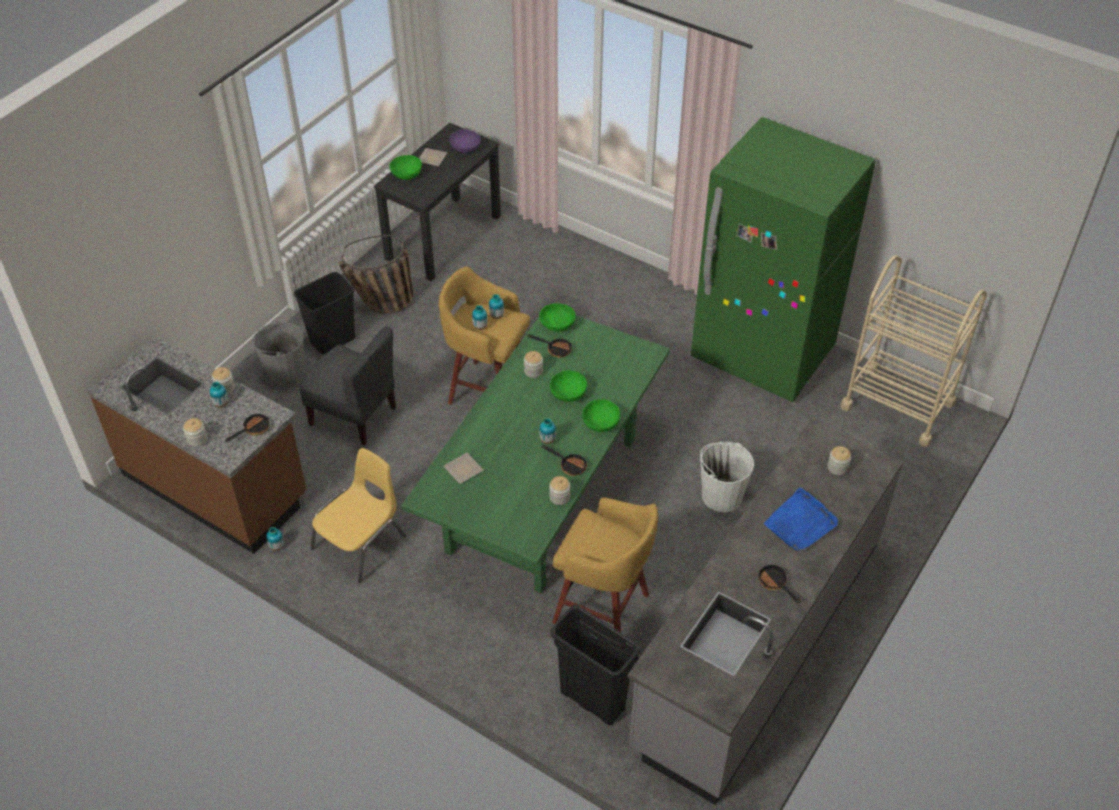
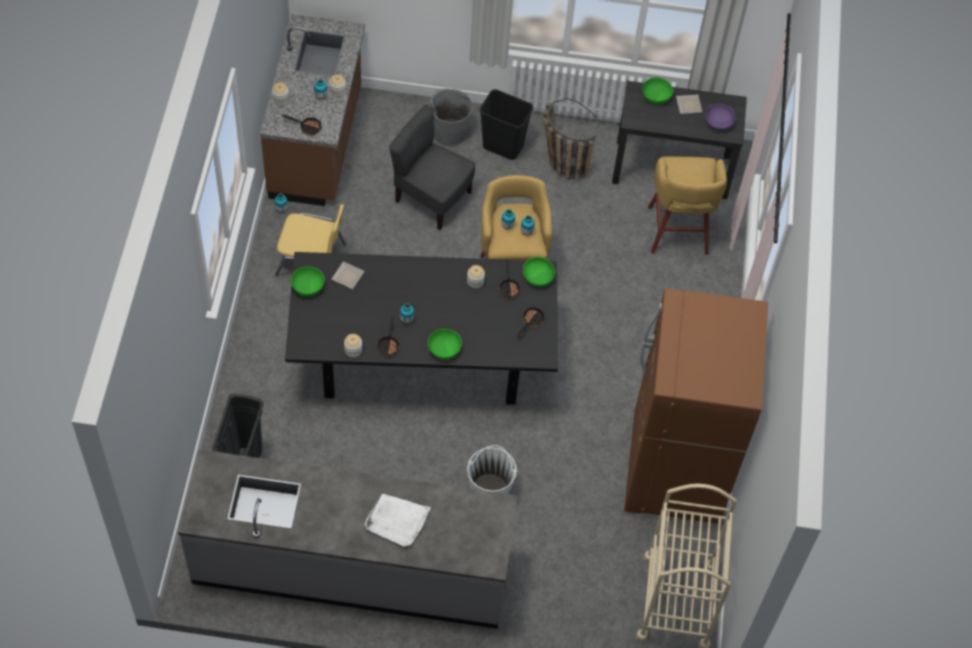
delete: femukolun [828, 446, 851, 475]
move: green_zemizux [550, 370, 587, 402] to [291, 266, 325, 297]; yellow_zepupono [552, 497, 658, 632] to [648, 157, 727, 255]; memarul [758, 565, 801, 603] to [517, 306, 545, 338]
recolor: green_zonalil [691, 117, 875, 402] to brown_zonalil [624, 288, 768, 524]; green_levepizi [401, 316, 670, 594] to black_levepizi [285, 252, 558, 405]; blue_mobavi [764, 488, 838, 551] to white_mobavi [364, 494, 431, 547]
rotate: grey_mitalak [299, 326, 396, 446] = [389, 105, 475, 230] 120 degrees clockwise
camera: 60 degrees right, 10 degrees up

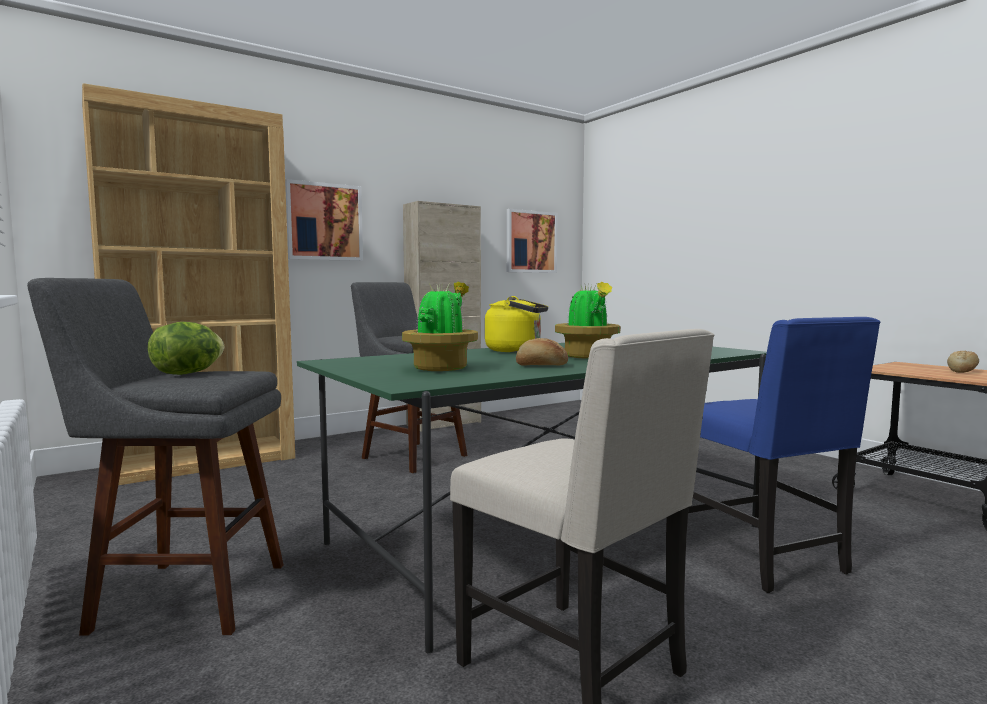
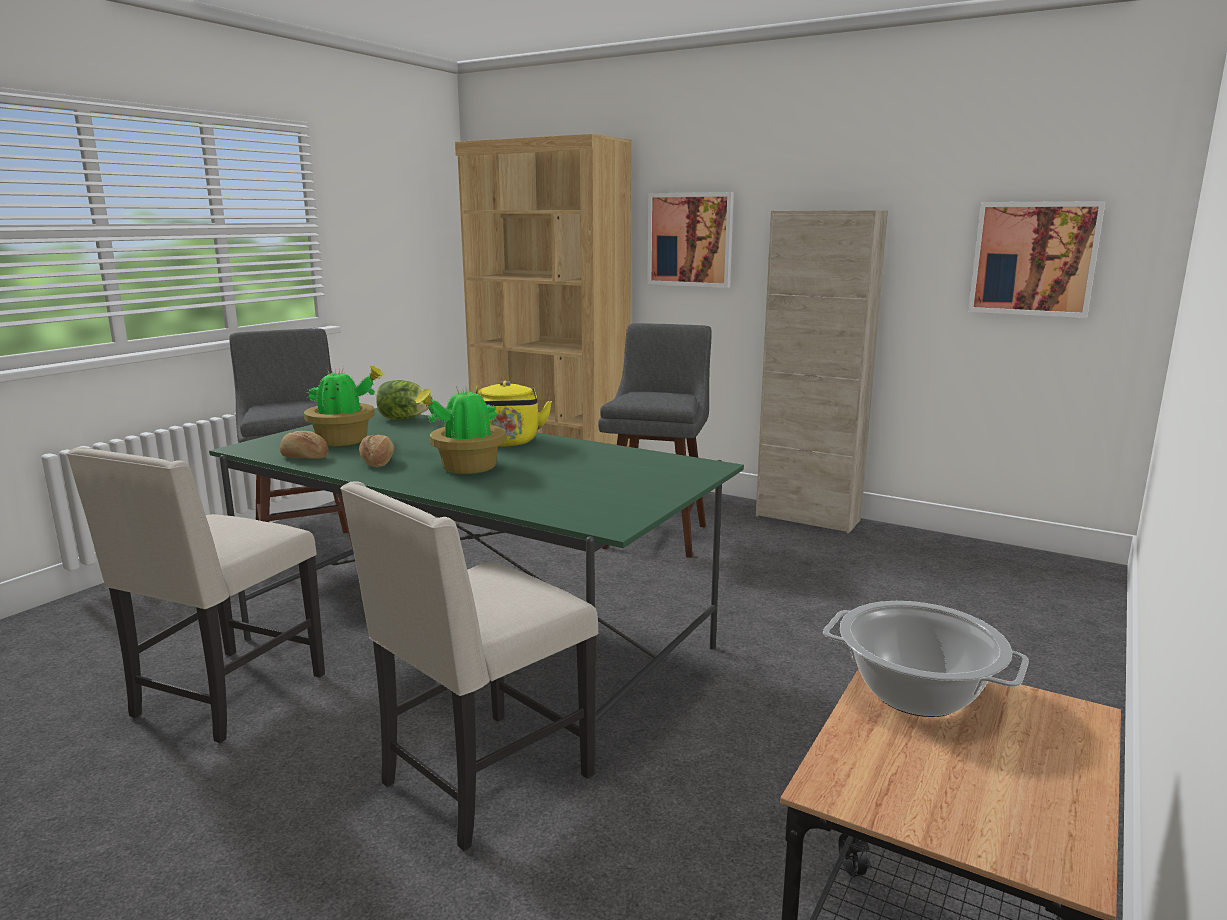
insert: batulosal [823, 601, 1029, 717]
move: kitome [148, 322, 224, 375] to [376, 380, 429, 420]; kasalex [947, 351, 979, 373] to [280, 431, 328, 459]
recolor: blue_mitalak [688, 317, 881, 593] to beige_mitalak [340, 481, 598, 851]
camera: 65 degrees right, 10 degrees up

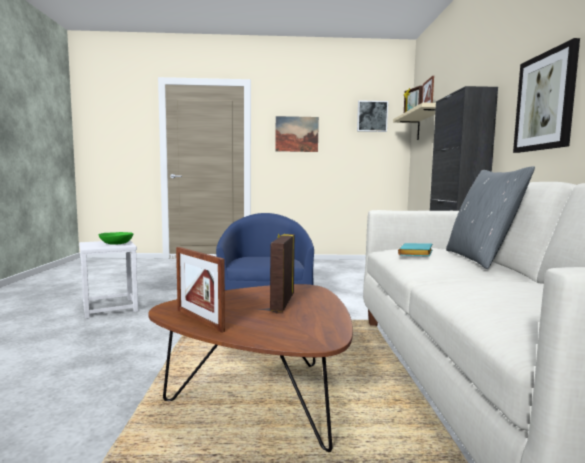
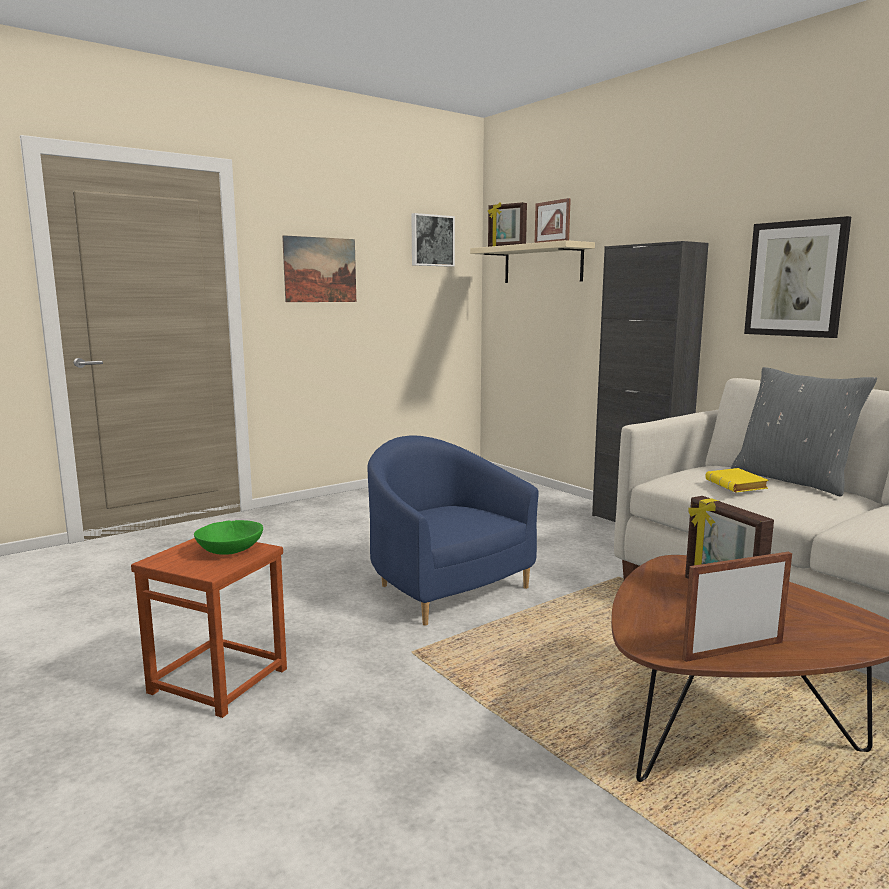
recolor: white_zepupono [79, 240, 138, 319] to brown_zepupono [131, 538, 287, 718]; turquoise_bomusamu [398, 243, 432, 256] to yellow_bomusamu [706, 468, 769, 492]
rotate: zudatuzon [176, 247, 225, 333] = [682, 552, 792, 662] 150 degrees clockwise
camera: 35 degrees left, 5 degrees up

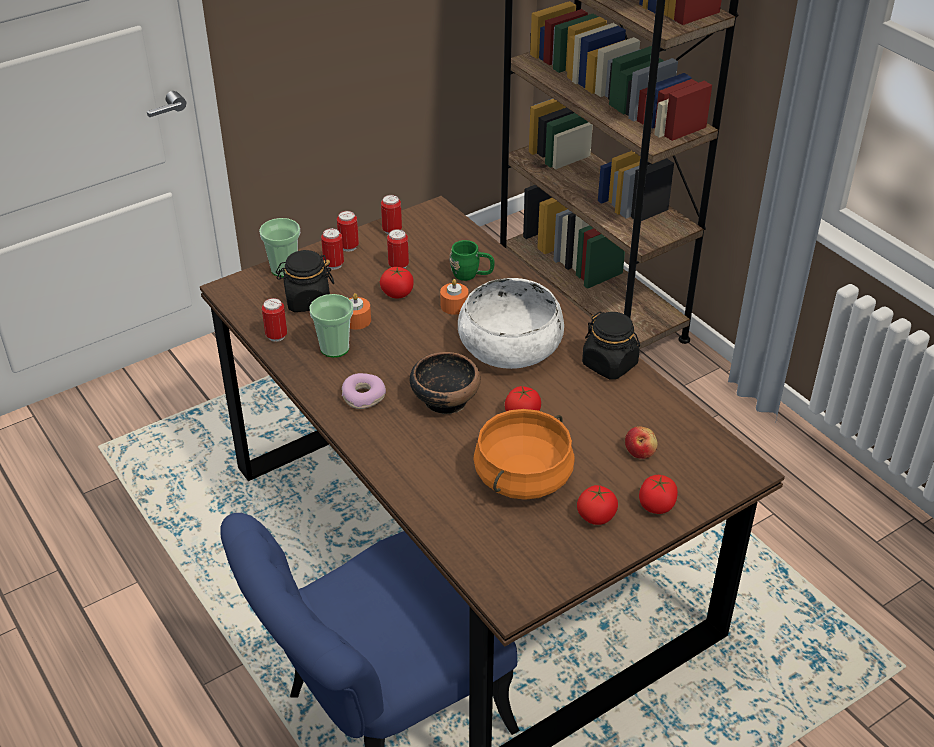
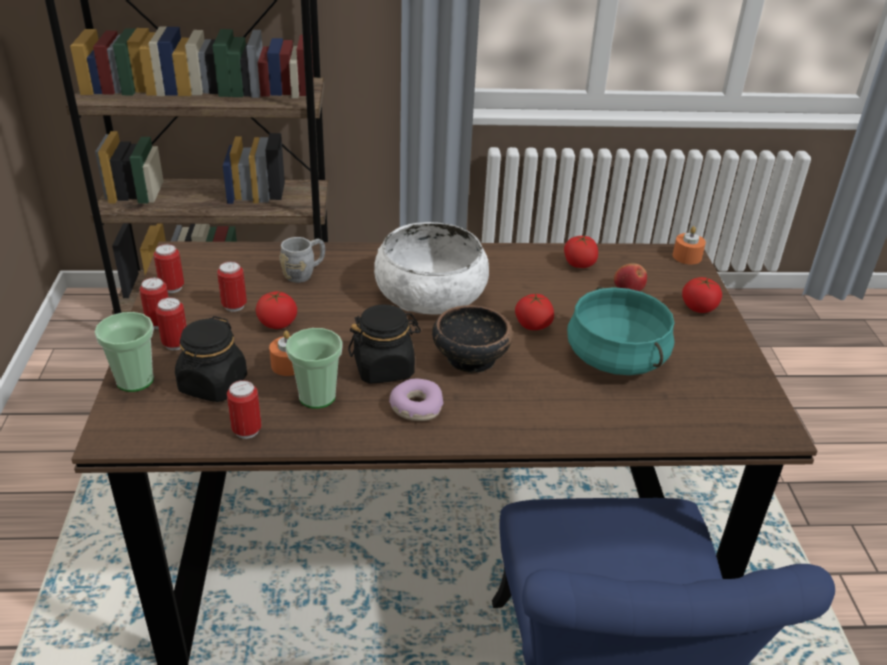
move: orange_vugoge [440, 279, 468, 315] to [673, 226, 706, 265]; black_femukolun [582, 311, 640, 380] to [348, 304, 421, 384]; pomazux [577, 485, 618, 525] to [564, 235, 598, 268]
recolor: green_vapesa [449, 240, 495, 281] to grey_vapesa [279, 237, 325, 283]; orange_batulosal [473, 409, 575, 500] to turquoise_batulosal [567, 286, 674, 375]
camera: 60 degrees left, 5 degrees down

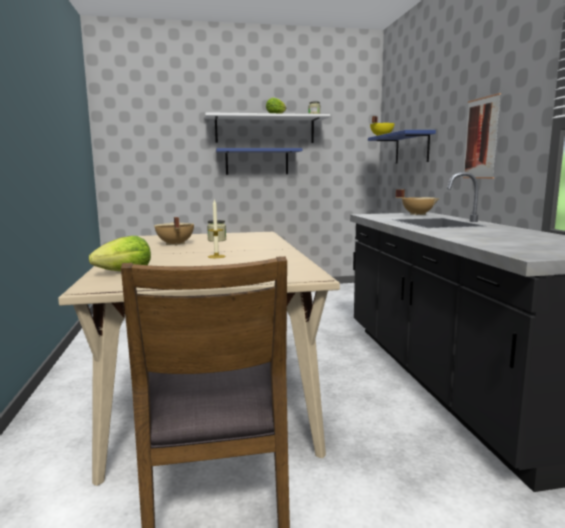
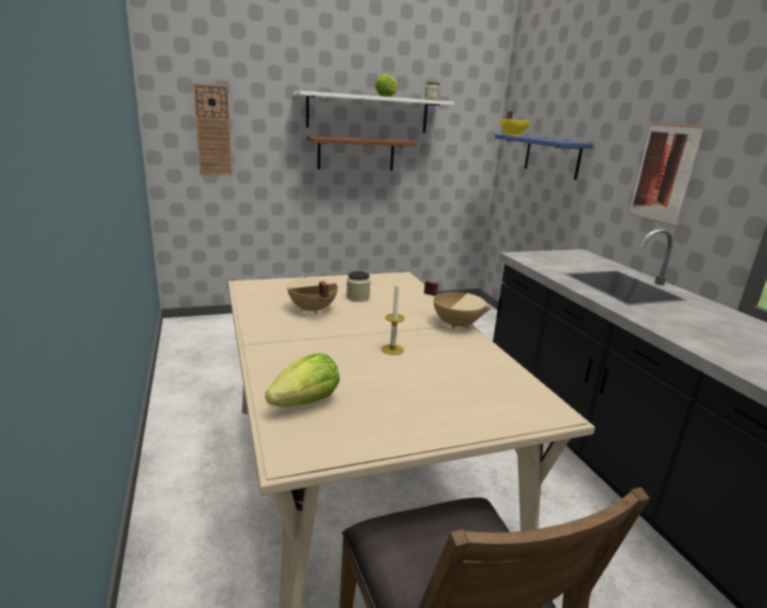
insert: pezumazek [193, 83, 233, 175]
move: beige_batulosal [396, 189, 440, 215] to [424, 280, 492, 329]
recolor: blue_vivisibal [216, 148, 302, 175] to brown_vivisibal [306, 136, 417, 171]
camera: 10 degrees left, 10 degrees up

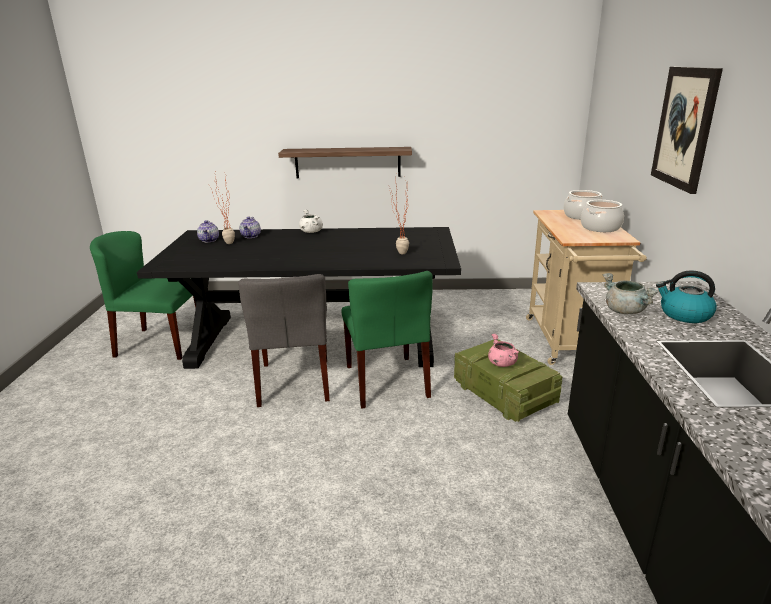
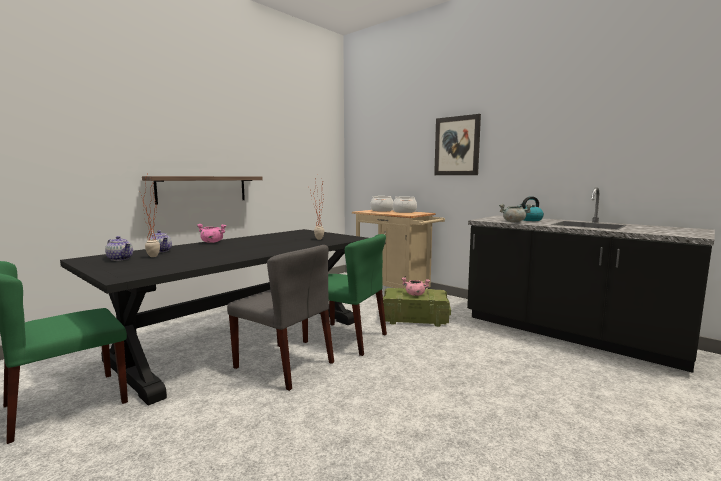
recolor: white_batulosal [299, 209, 323, 233] to pink_batulosal [197, 224, 227, 243]
camera: 50 degrees left, 15 degrees down

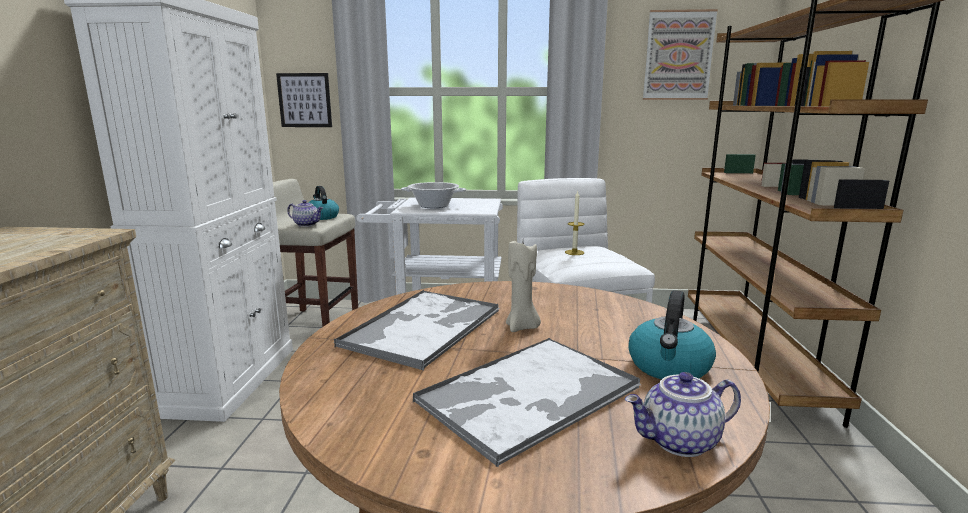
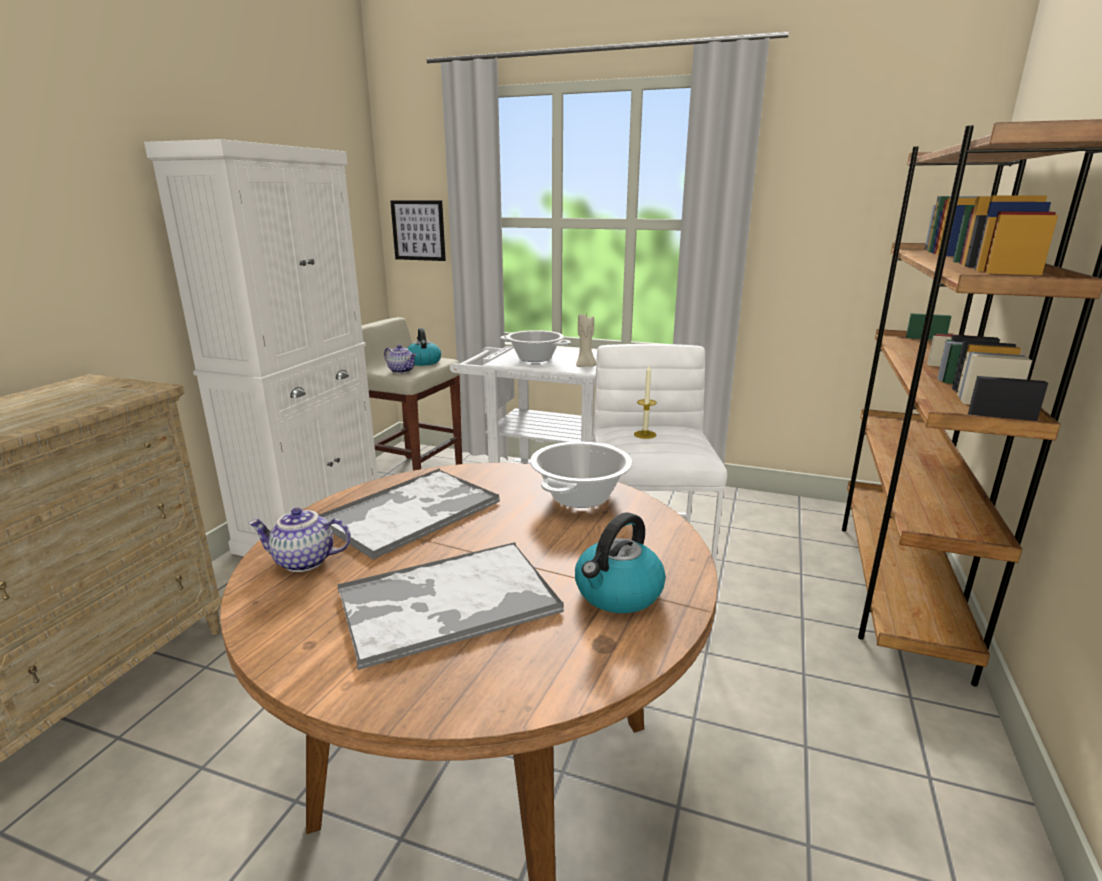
delete: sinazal [643, 9, 718, 100]
insert: batulosal [530, 442, 633, 508]
move: beige_vugoge [506, 241, 541, 332] to [576, 314, 596, 367]; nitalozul [625, 372, 741, 457] to [248, 508, 351, 572]
camera: 15 degrees right, 5 degrees up

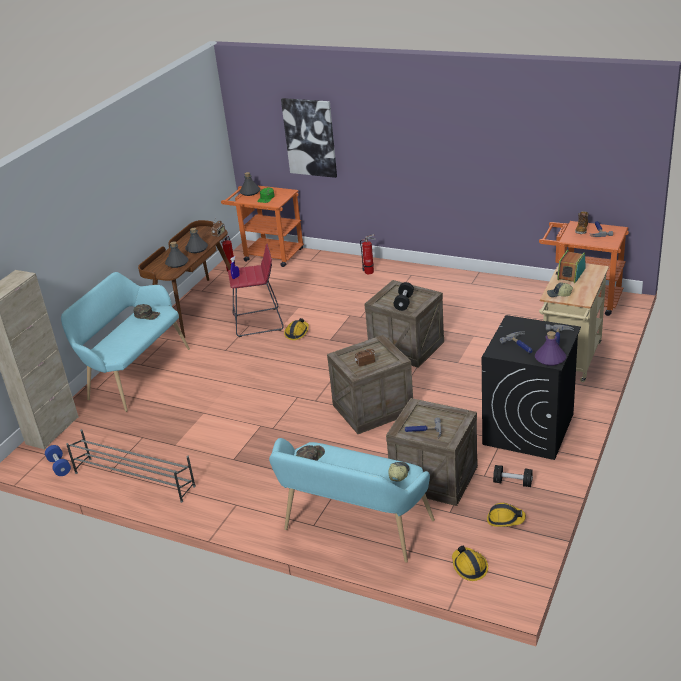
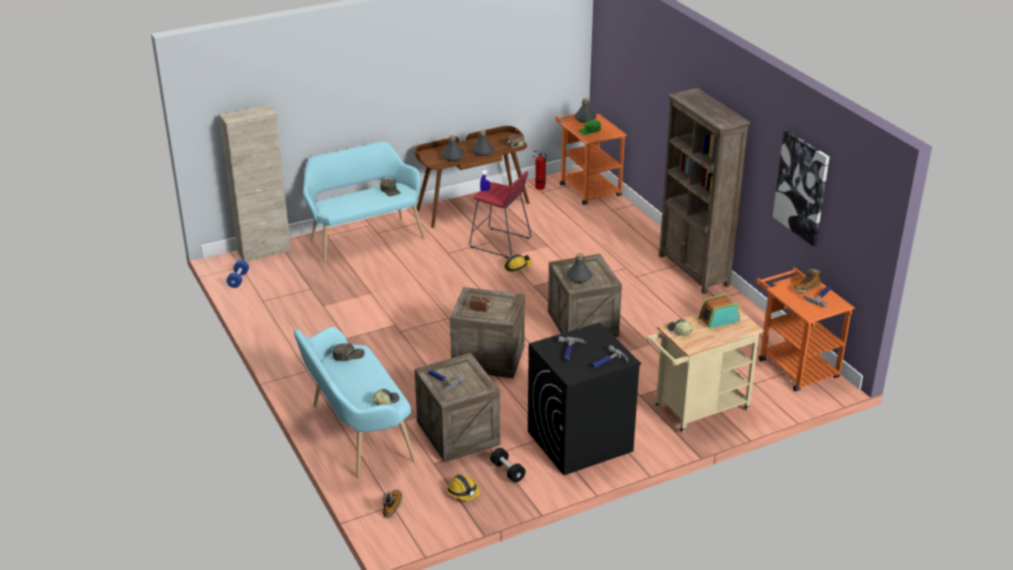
delete: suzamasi [360, 234, 376, 274]; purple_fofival [535, 331, 566, 366]; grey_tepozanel [66, 429, 196, 503]
insert: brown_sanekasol [659, 88, 750, 294]
move: sinazal [281, 98, 337, 178] to [773, 130, 830, 246]
replace: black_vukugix [394, 282, 414, 311] to grey_fofival [566, 253, 593, 283]; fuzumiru [452, 546, 488, 581] to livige [383, 490, 402, 518]
camera: 35 degrees right, 0 degrees up

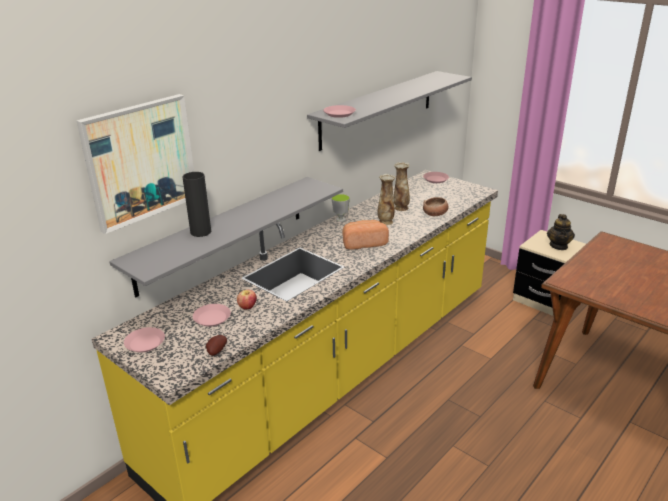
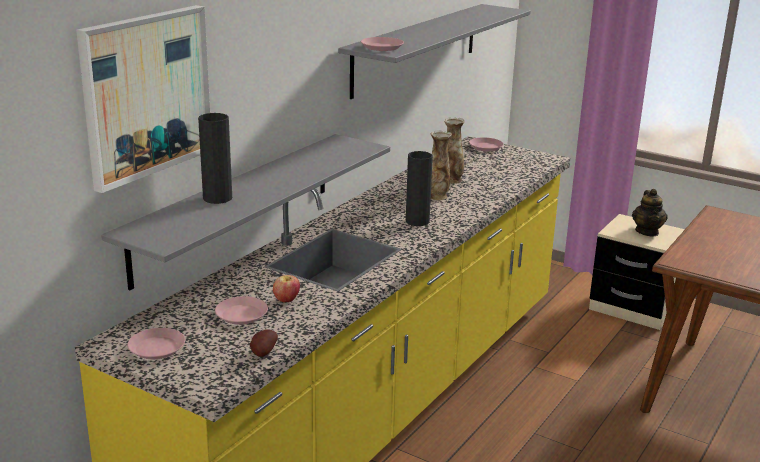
delete: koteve [331, 194, 350, 222]; zemizux [423, 197, 449, 216]
replace: kasalex [342, 220, 389, 250] to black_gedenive [406, 151, 433, 226]
camera: 10 degrees left, 5 degrees down

